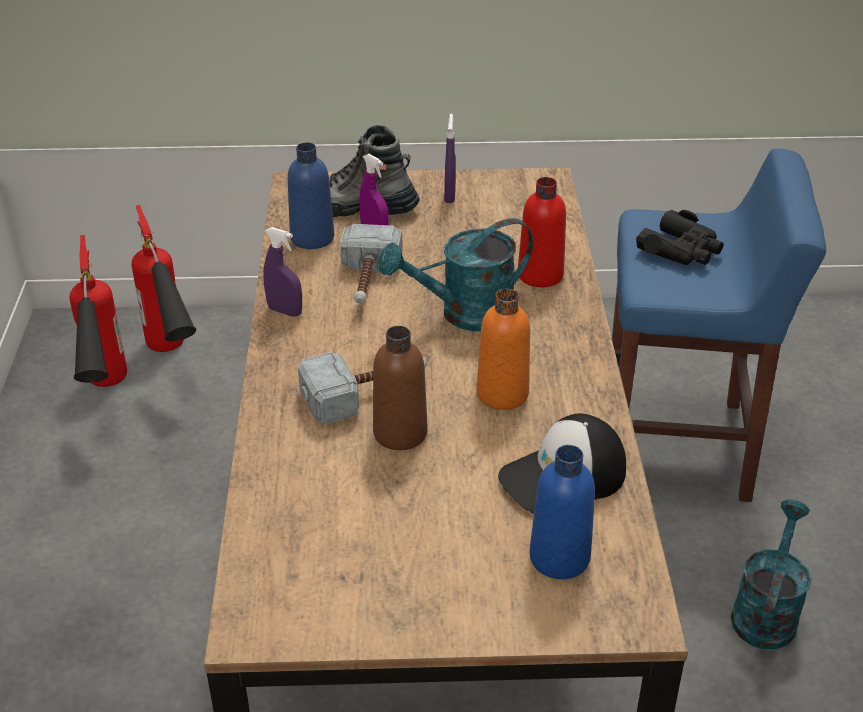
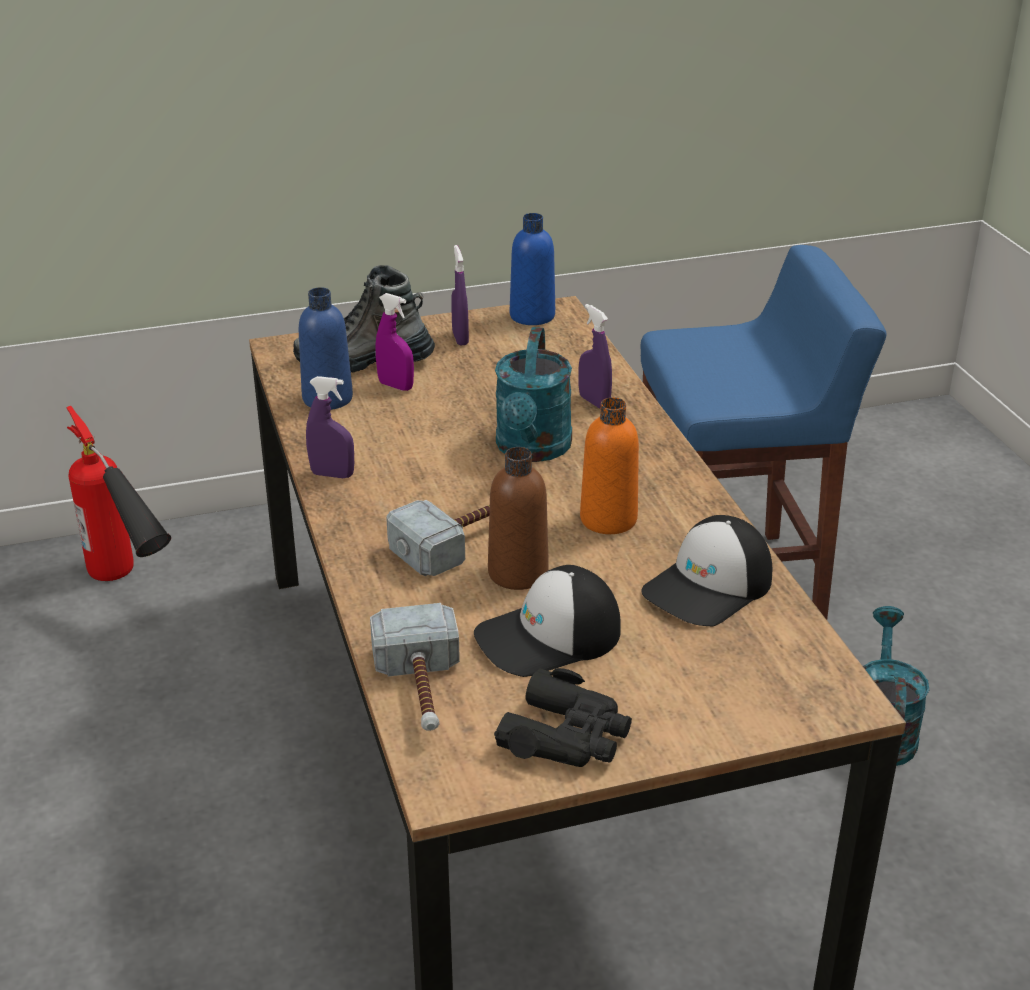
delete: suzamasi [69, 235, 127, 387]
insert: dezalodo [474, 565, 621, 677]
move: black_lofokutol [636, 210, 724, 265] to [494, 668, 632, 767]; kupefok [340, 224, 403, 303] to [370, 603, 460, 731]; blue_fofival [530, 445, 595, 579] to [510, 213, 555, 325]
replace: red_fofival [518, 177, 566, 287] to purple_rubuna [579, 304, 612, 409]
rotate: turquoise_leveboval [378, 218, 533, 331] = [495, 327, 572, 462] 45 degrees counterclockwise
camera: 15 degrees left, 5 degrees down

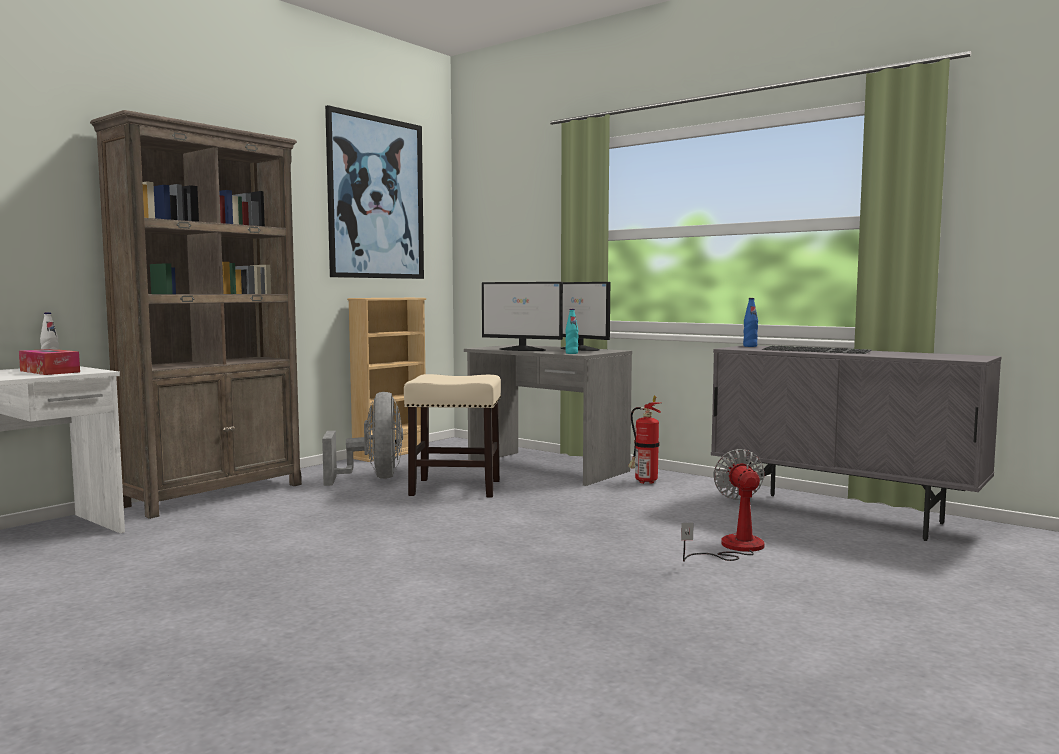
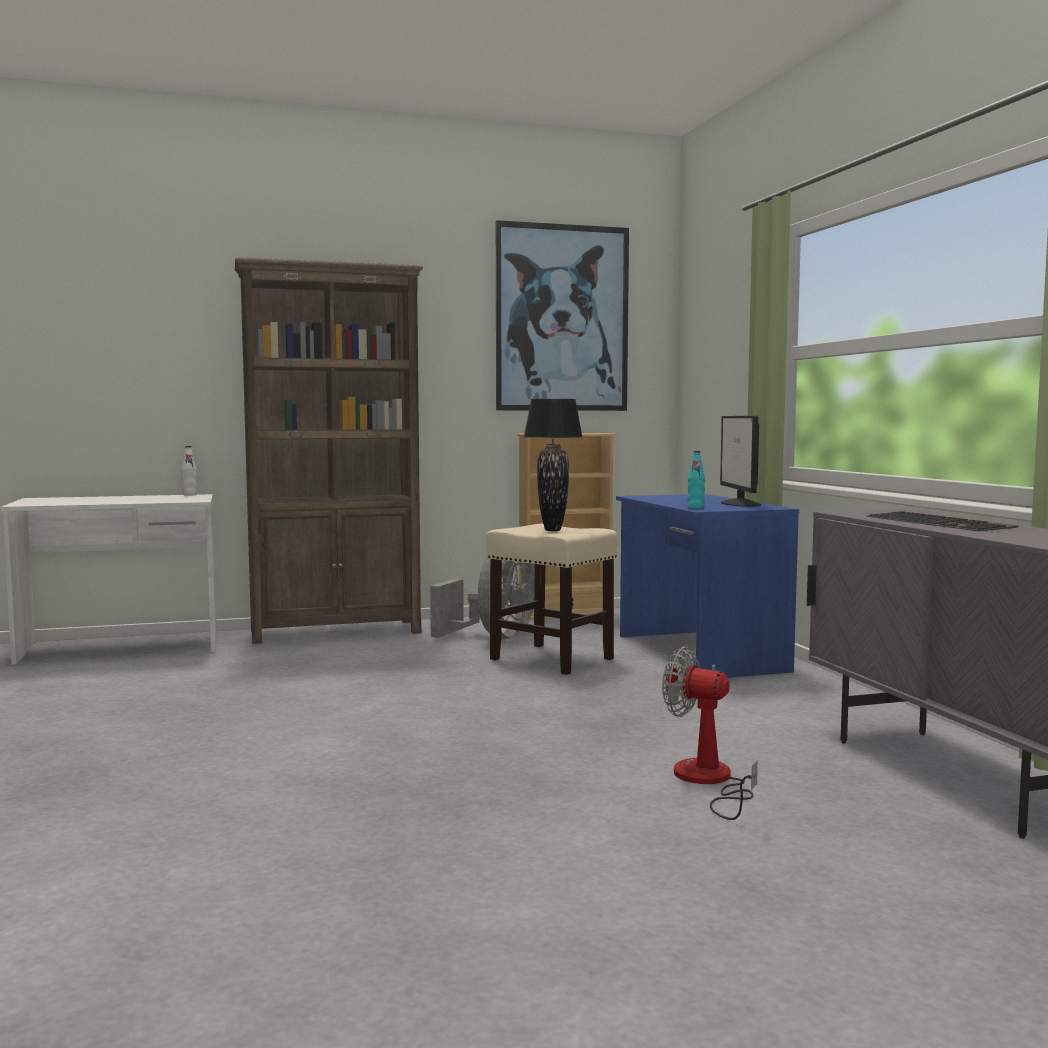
delete: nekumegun [482, 282, 563, 351]; blue_fofival [743, 298, 758, 347]; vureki [19, 349, 80, 375]; suzamasi [628, 395, 662, 484]
insert: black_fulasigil [523, 399, 583, 531]
recolor: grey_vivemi [464, 344, 632, 486] to blue_vivemi [616, 494, 799, 678]
rotate: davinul [681, 449, 765, 562] = [662, 646, 758, 820] 90 degrees counterclockwise
camera: 35 degrees right, 0 degrees up

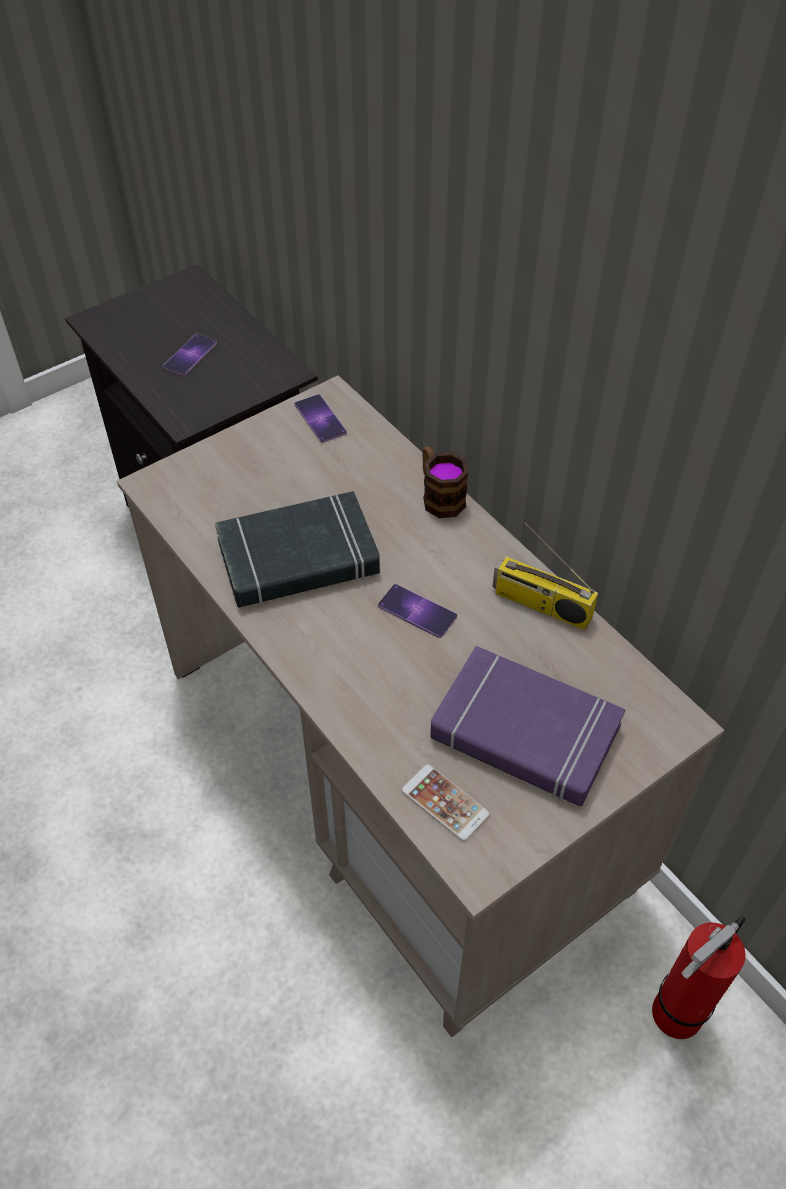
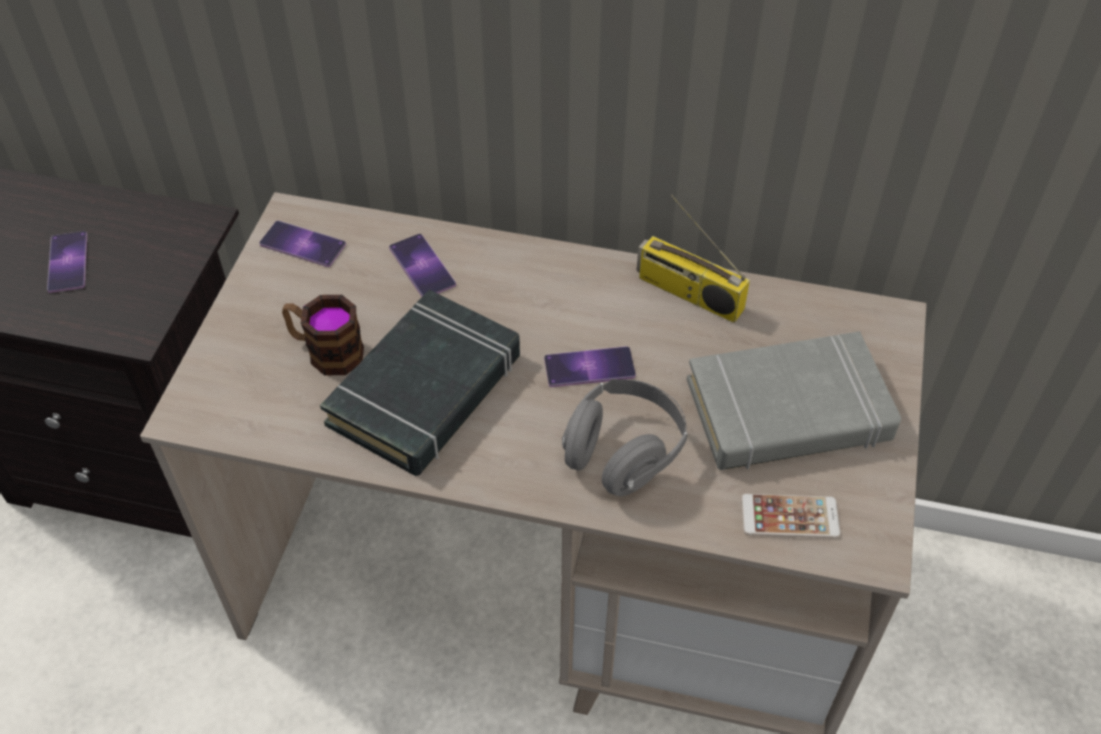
delete: suzamasi [652, 916, 745, 1039]
insert: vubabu [389, 234, 456, 297]; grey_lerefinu [562, 379, 688, 496]
move: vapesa [422, 446, 469, 518] to [282, 295, 364, 375]
recolor: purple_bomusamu [430, 646, 626, 806] to grey_bomusamu [687, 331, 901, 470]
rotate: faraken [492, 522, 598, 630] = [636, 195, 750, 323] 45 degrees clockwise
camera: 40 degrees left, 0 degrees up

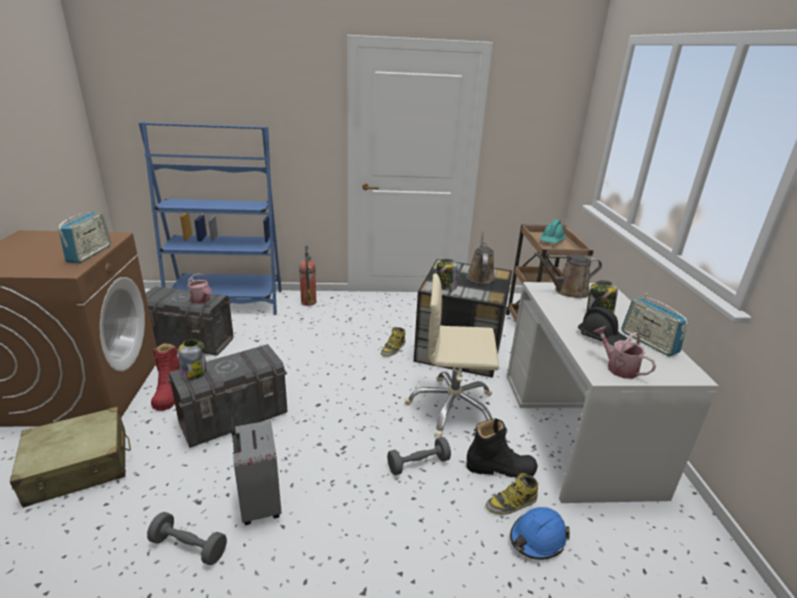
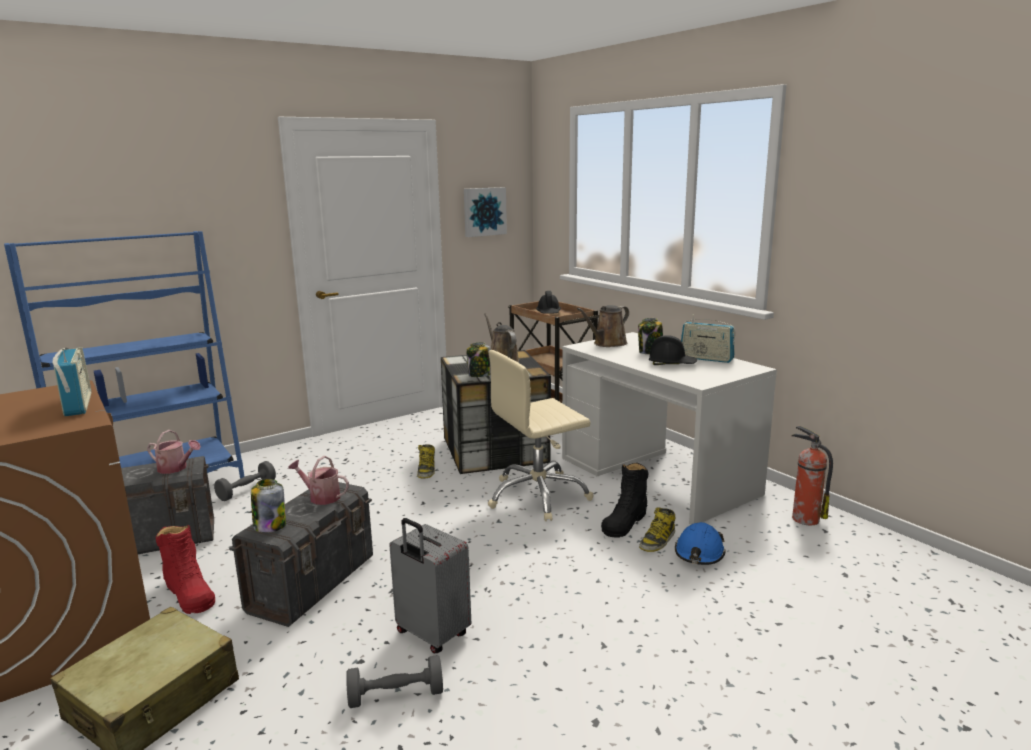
insert: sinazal [464, 187, 507, 237]
move: suzamasi [299, 246, 316, 306] to [792, 426, 833, 525]; leveboval [593, 326, 656, 379] to [288, 456, 349, 505]; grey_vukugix [387, 437, 451, 475] to [214, 461, 276, 501]
recolor: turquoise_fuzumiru [540, 219, 565, 243] to black_fuzumiru [536, 291, 561, 314]
rotate: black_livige [466, 418, 538, 478] = [601, 463, 648, 538] 150 degrees clockwise
camera: 30 degrees left, 10 degrees down

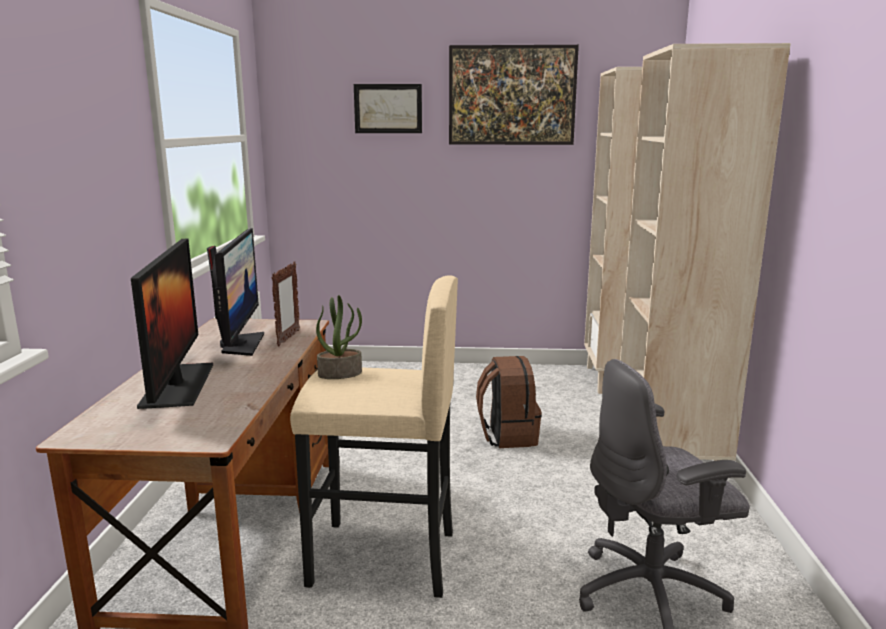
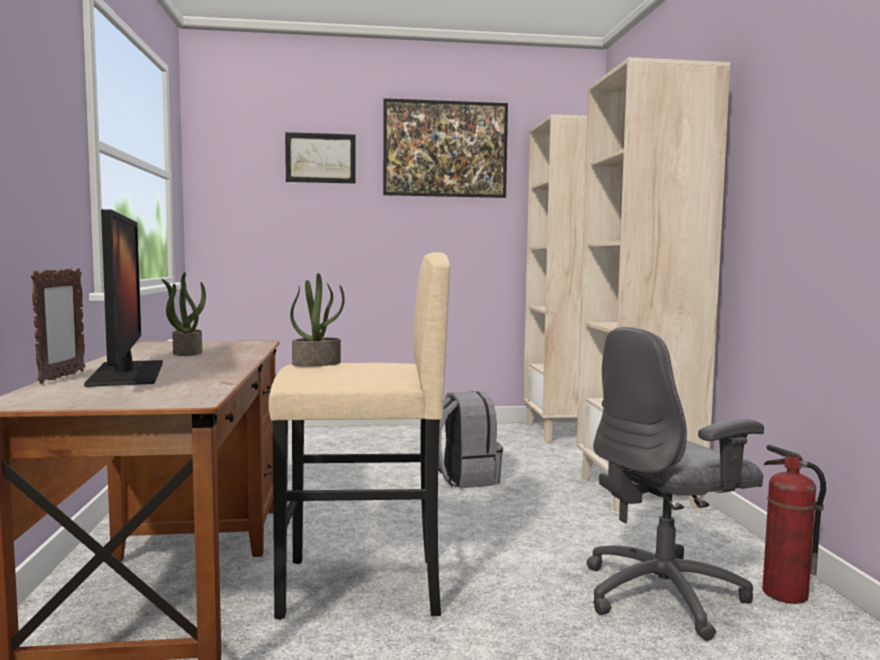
insert: suzamasi [762, 445, 826, 604]
move: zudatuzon [271, 262, 300, 346] to [31, 268, 85, 384]
replace: nekumegun [207, 228, 264, 356] to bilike [161, 272, 206, 356]
recolor: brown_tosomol [476, 356, 542, 448] to grey_tosomol [438, 391, 503, 488]
camera: 10 degrees left, 10 degrees down

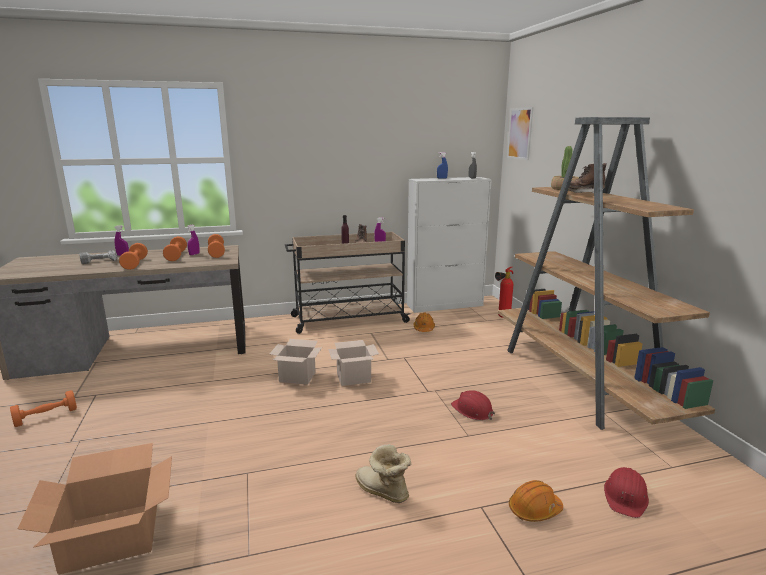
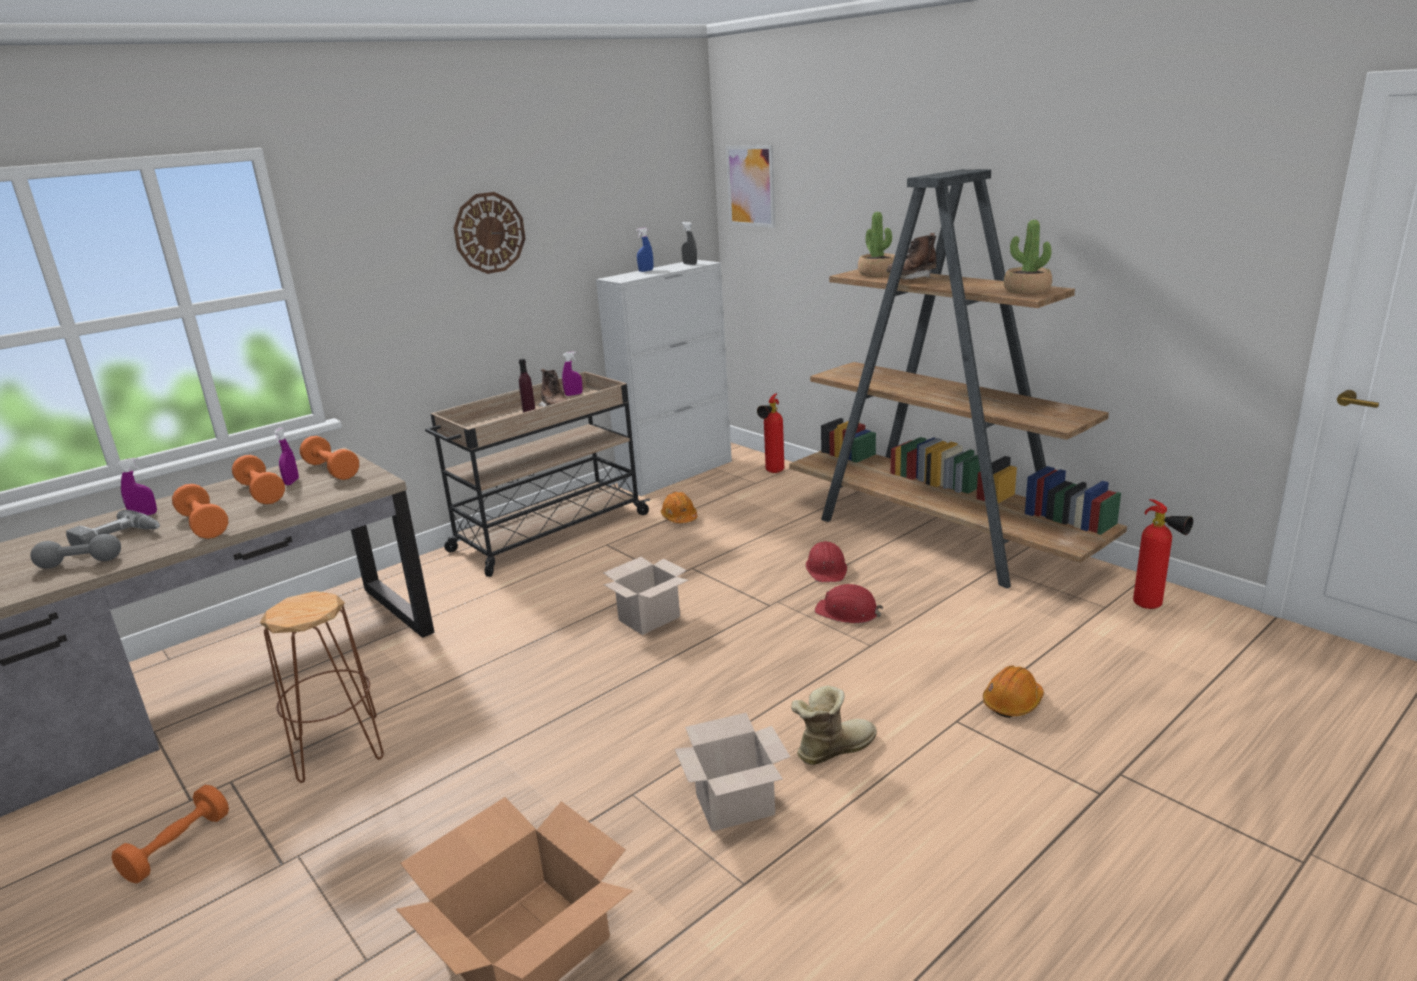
insert: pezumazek [453, 192, 526, 274]; bilike [1004, 220, 1052, 294]; suzamasi [1133, 499, 1193, 609]; grey_vukugix [30, 534, 121, 569]; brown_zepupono [260, 591, 384, 783]
move: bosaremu [269, 339, 322, 385] to [675, 713, 790, 832]; red_fuzumiru [604, 467, 649, 518] to [806, 541, 847, 582]
rotate: livige [355, 444, 411, 503] = [791, 686, 877, 765] 135 degrees clockwise
camera: 25 degrees left, 5 degrees up

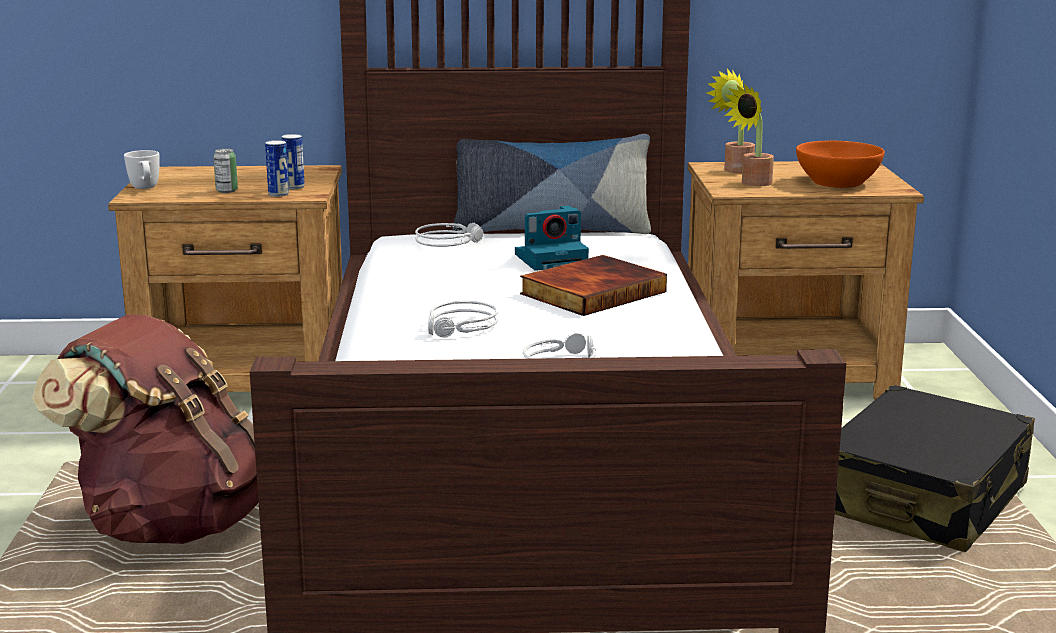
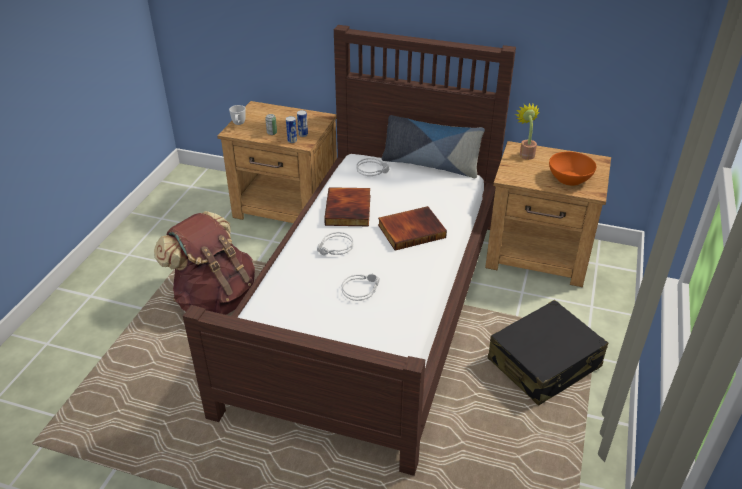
delete: bilike [724, 84, 774, 186]; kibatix [515, 205, 589, 271]
insert: bomusamu [324, 187, 371, 226]
camera: 20 degrees right, 20 degrees up

